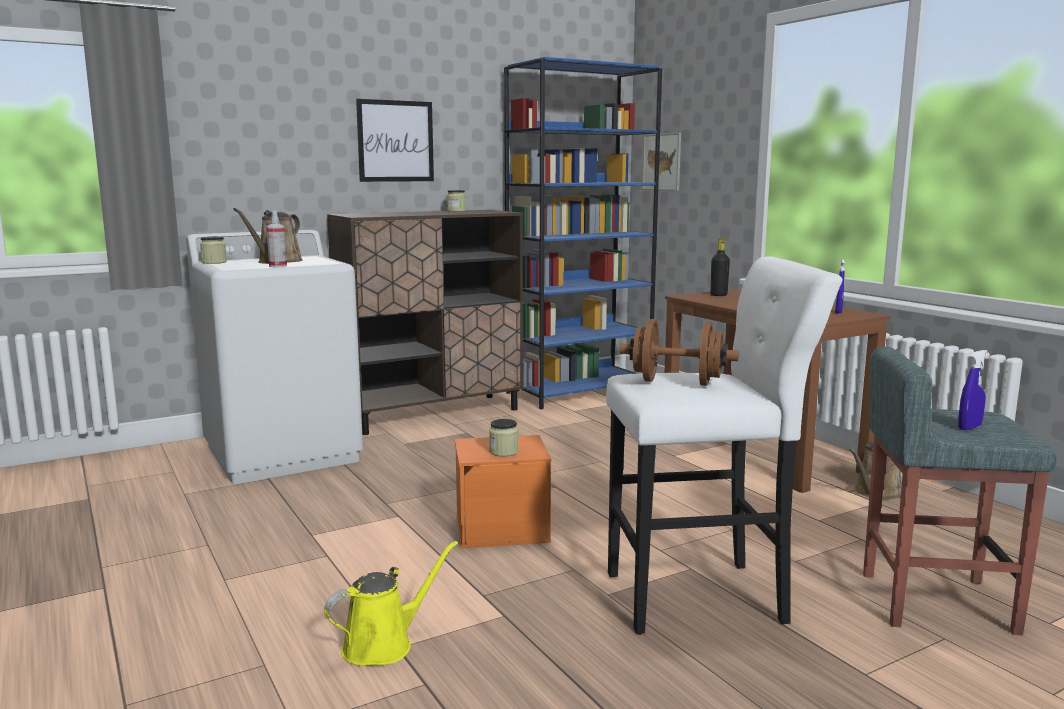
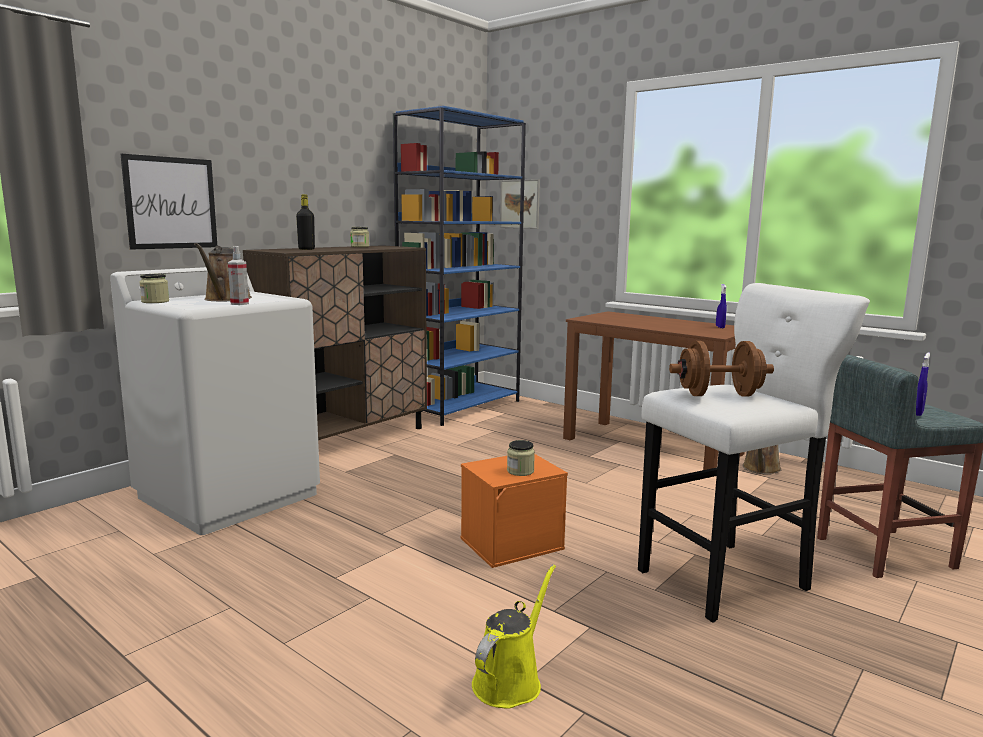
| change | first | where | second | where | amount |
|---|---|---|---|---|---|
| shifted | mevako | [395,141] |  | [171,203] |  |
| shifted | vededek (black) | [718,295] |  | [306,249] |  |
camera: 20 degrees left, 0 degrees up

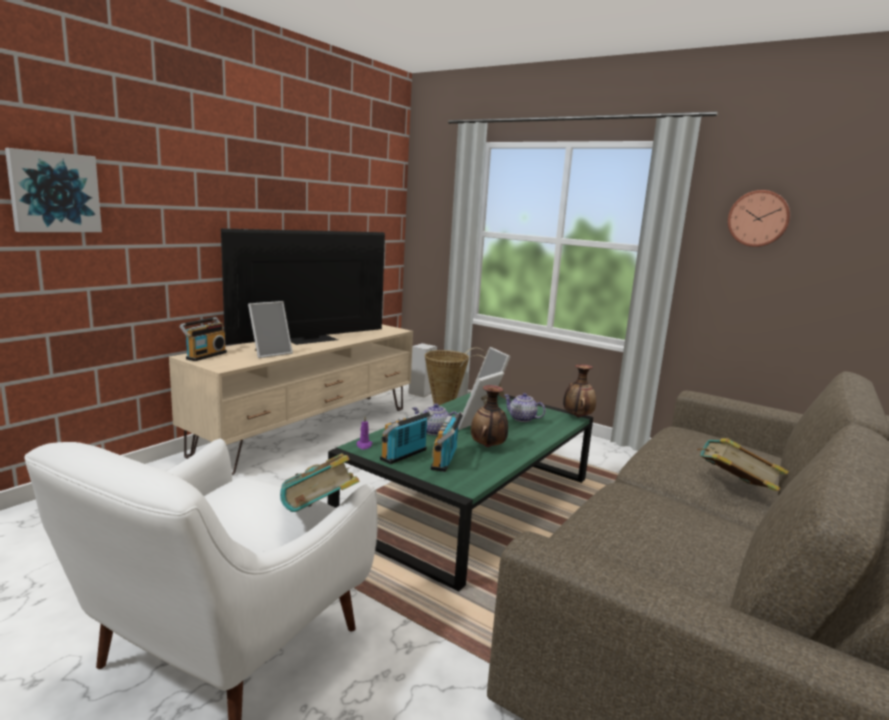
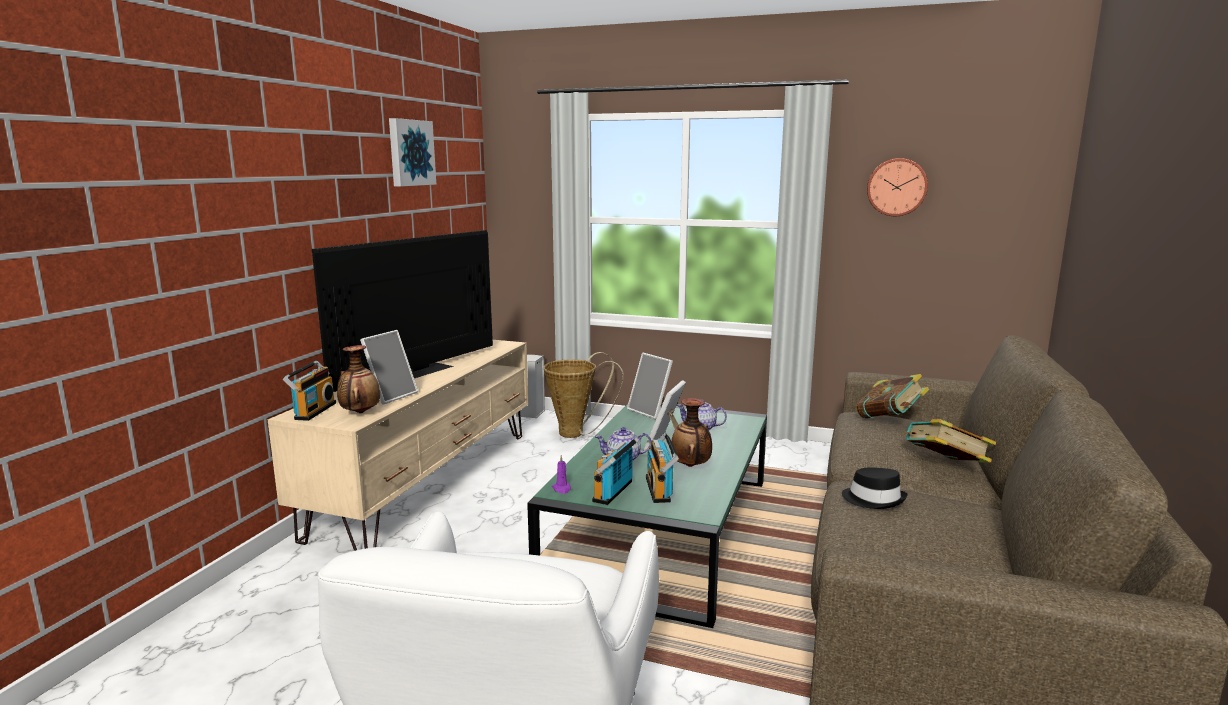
| change | first | where | second | where | amount |
|---|---|---|---|---|---|
| shifted | mevako | [54,192] |  | [410,153] |  |
| shifted | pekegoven | [577,416] |  | [360,412] |  |
| shifted | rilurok | [319,514] |  | [889,420] |  |
| new |  |  | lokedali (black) | [874,499] |  |
camera: 15 degrees left, 0 degrees up

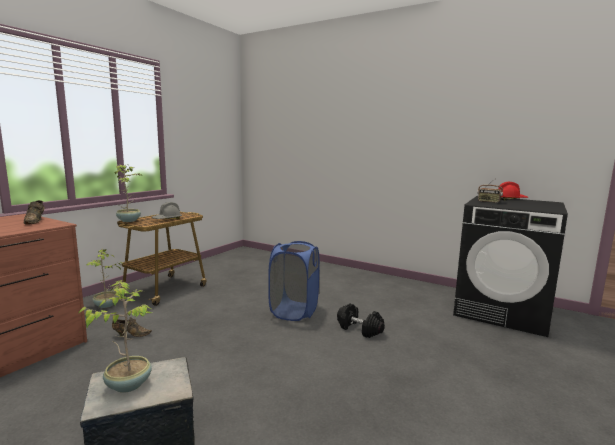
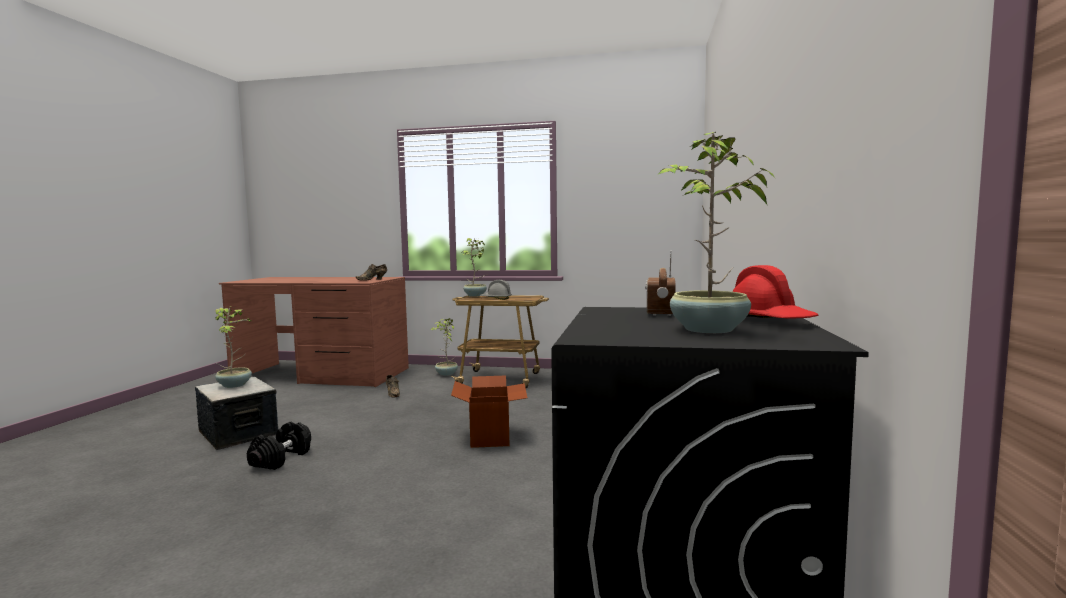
| change | first | where | second | where | amount |
|---|---|---|---|---|---|
| swapped | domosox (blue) | [294,311] | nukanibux | [491,437] |  |
| shifted | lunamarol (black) | [359,329] |  | [281,459] |  |
| new |  |  | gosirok | [708,330] |  |
camera: 70 degrees right, 5 degrees down

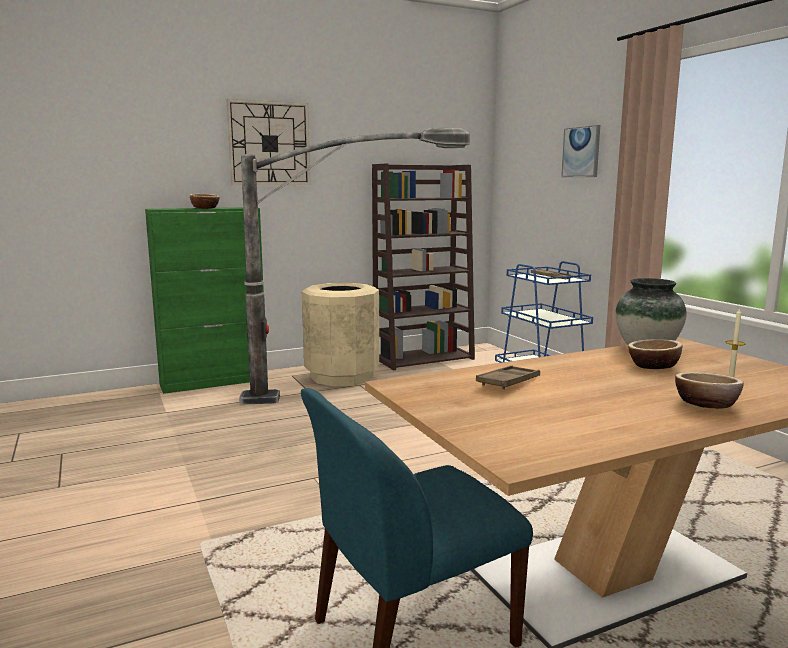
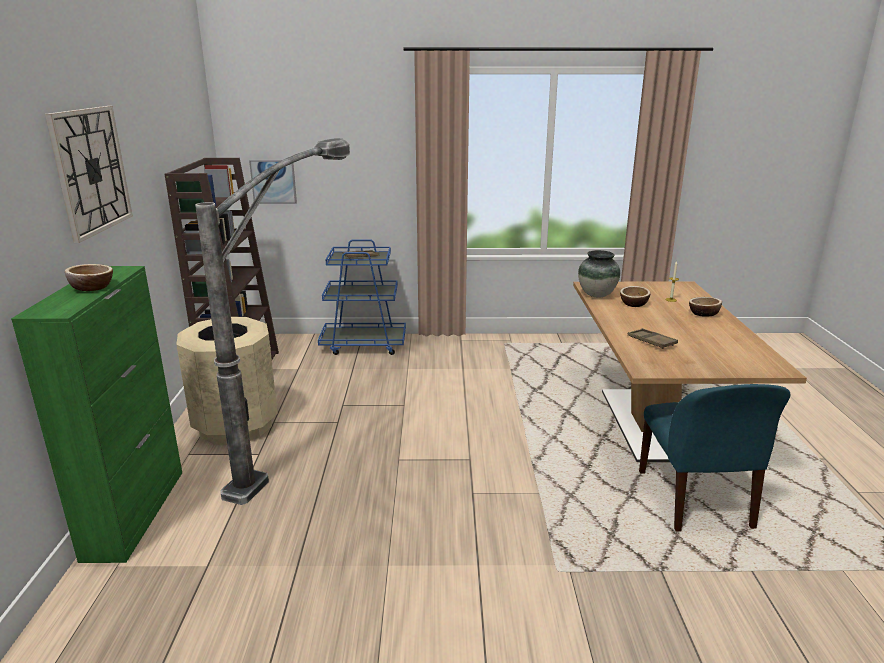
| change | first | where | second | where | amount |
|---|---|---|---|---|---|
| shifted | mevako | [581,152] |  | [273,181] |  |
camera: 65 degrees left, 10 degrees up

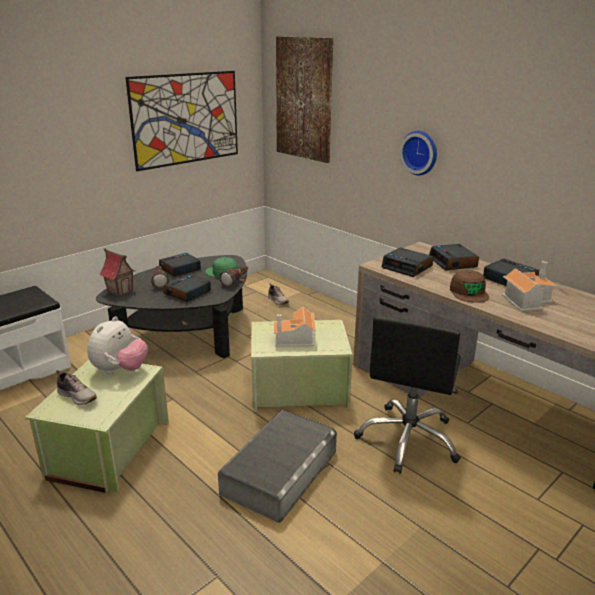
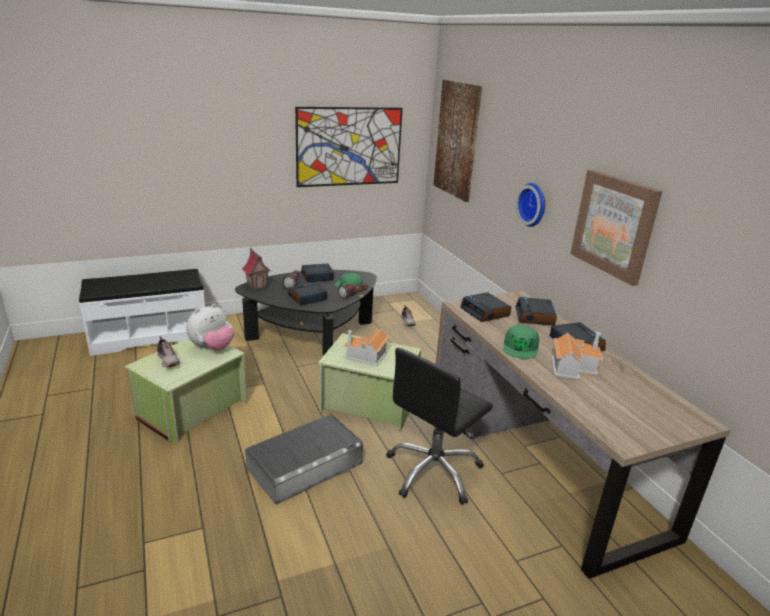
| change | first | where | second | where | amount |
|---|---|---|---|---|---|
| repainted | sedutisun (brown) | [469,292] | sedutisun (green) | [520,347] |  |
| new |  |  | mevako | [614,225] |  |
camera: 20 degrees right, 0 degrees up

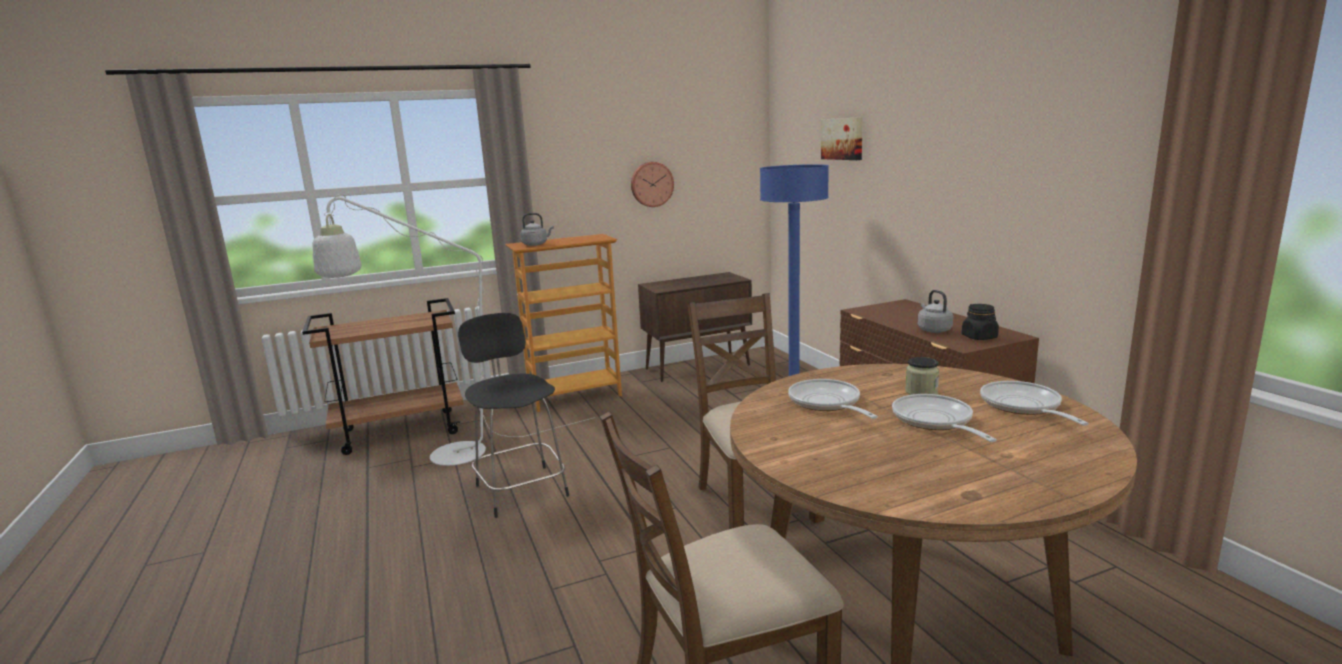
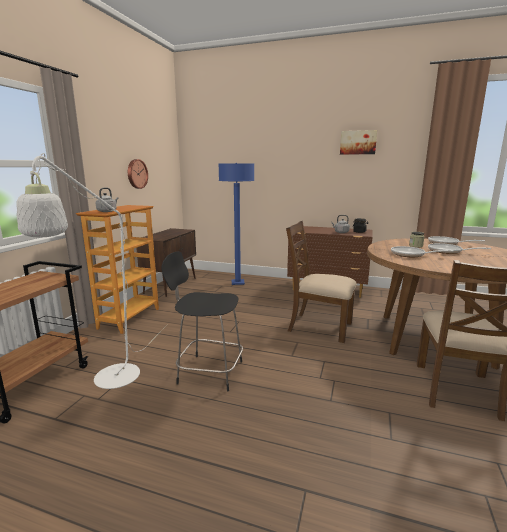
| change | first | where | second | where | amount |
|---|---|---|---|---|---|
| shifted | mevako | [843,138] |  | [358,142] |  |
camera: 50 degrees left, 0 degrees up

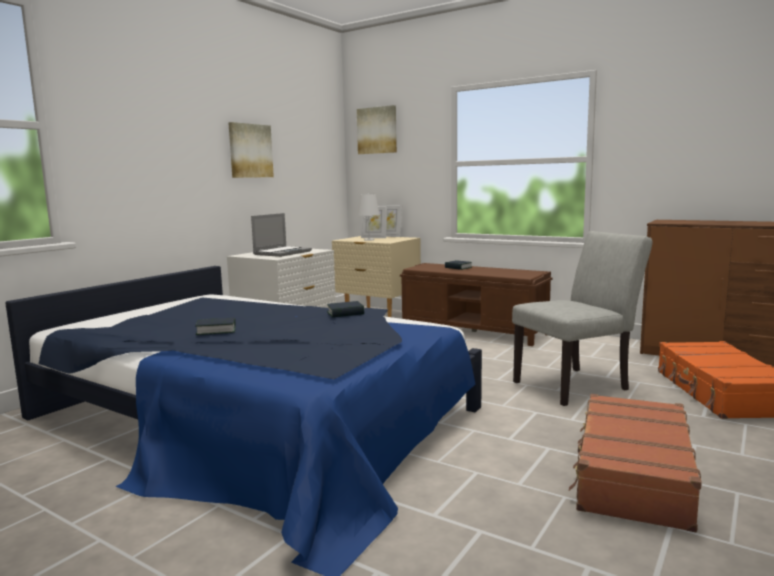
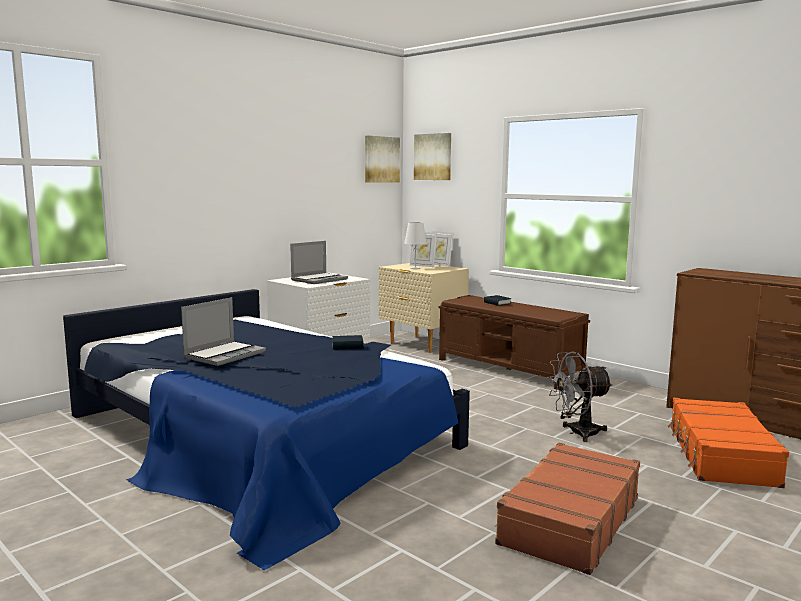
| change | first | where | second | where | amount |
|---|---|---|---|---|---|
| shifted | mevako | [250,151] |  | [381,159] |  |
| swapped | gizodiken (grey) | [577,384] | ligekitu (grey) | [577,433] |  |
| swapped | rilurok | [216,330] | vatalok | [225,355] |  |
camera: 10 degrees right, 0 degrees up

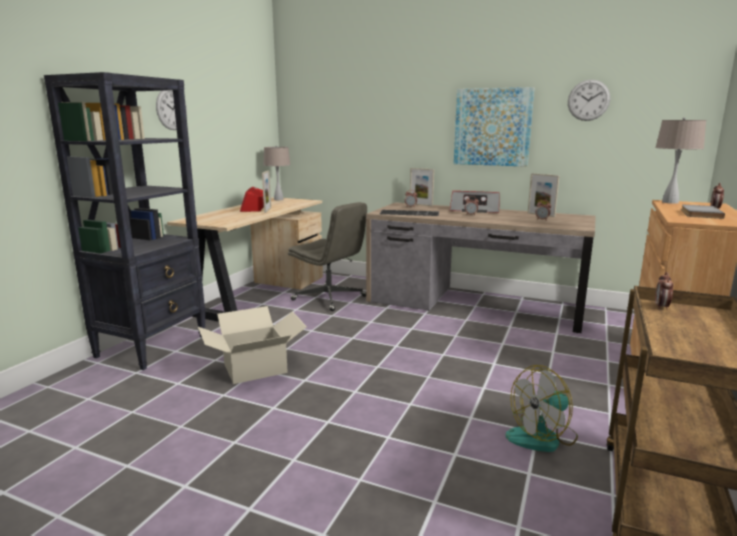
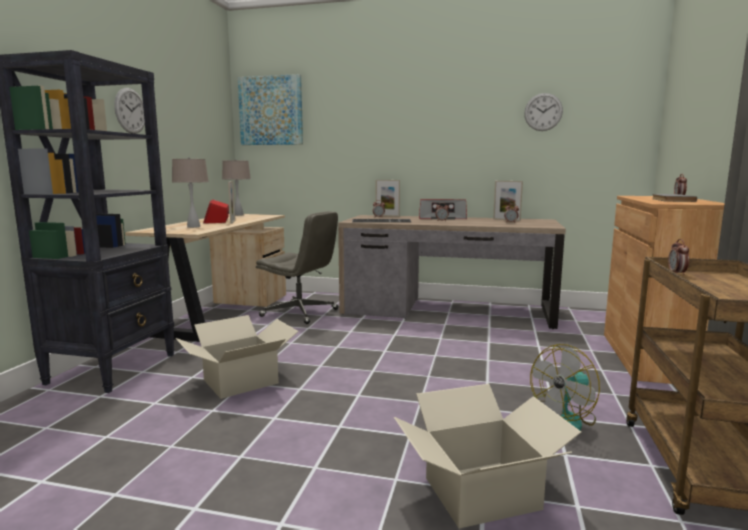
| change | first | where | second | where | amount |
|---|---|---|---|---|---|
| shifted | mevako | [492,127] |  | [271,111] |  |
| shifted | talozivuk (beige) | [670,202] |  | [193,226] |  |
| new |  |  | nukanibux | [481,492] |  |
camera: 10 degrees left, 5 degrees down

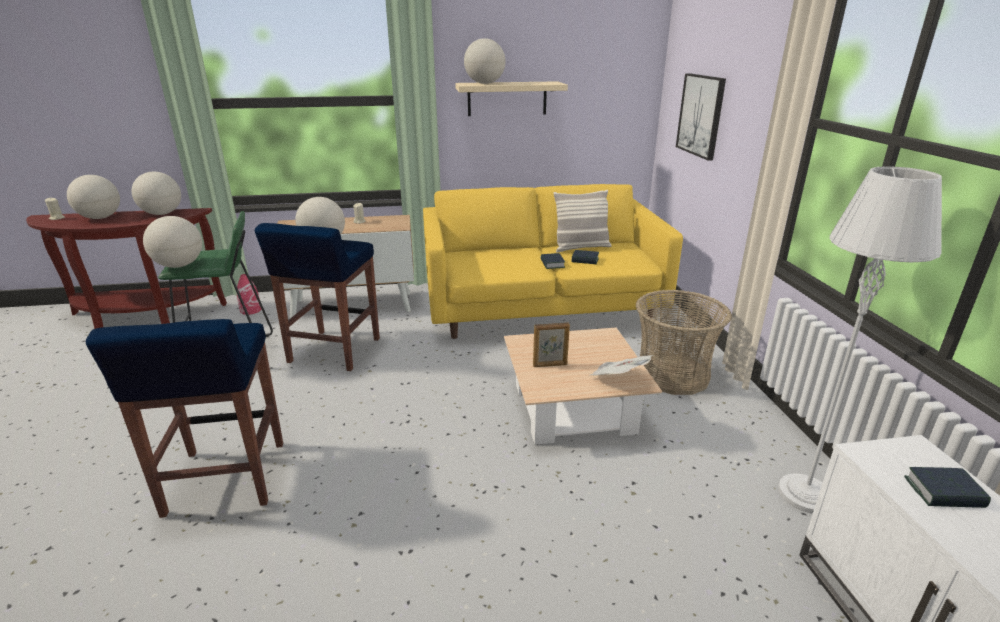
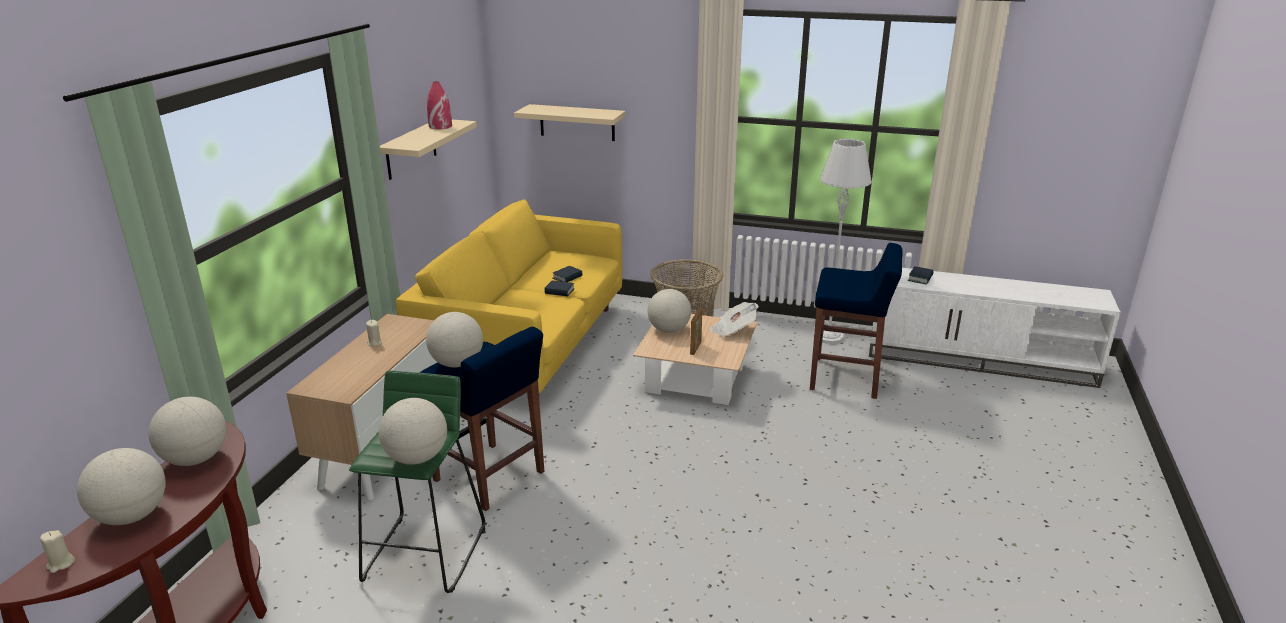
| change | first | where | second | where | amount |
|---|---|---|---|---|---|
| shifted | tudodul | [485,83] |  | [669,330] |  |
| swapped | mevako | [701,115] | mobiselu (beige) | [577,122] |  |
| gone | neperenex | [581,247] |  |  |  |
| shifted | pekegoven (red) | [251,310] |  | [440,126] |  |
| shifted | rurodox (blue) | [225,480] |  | [846,378] |  |
camera: 65 degrees left, 0 degrees up

